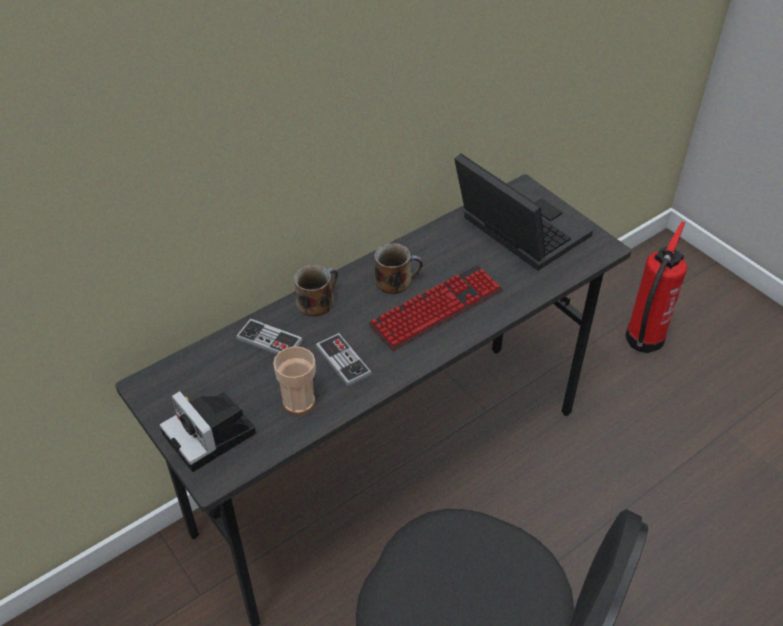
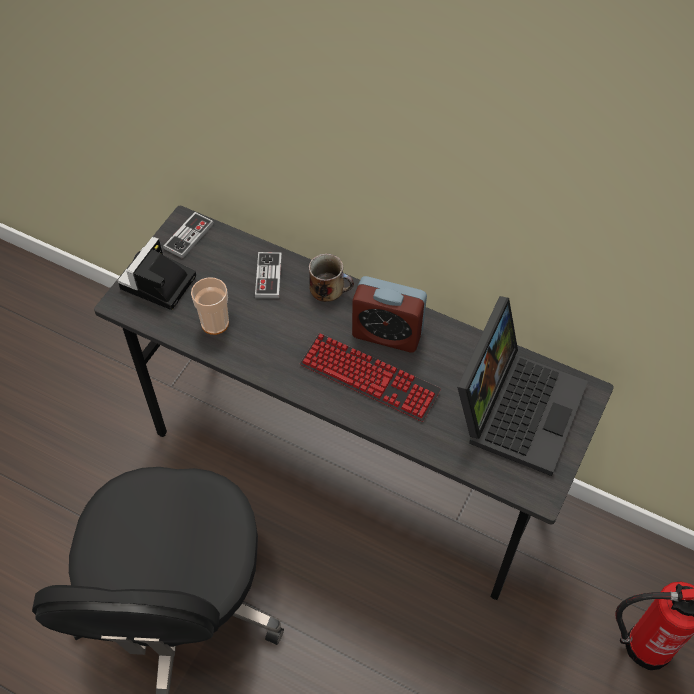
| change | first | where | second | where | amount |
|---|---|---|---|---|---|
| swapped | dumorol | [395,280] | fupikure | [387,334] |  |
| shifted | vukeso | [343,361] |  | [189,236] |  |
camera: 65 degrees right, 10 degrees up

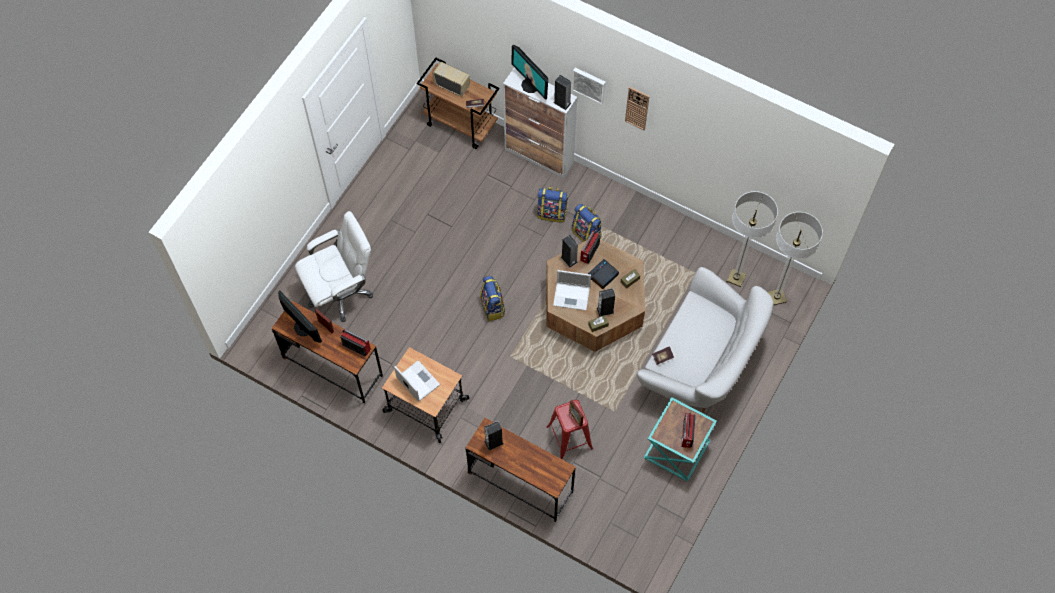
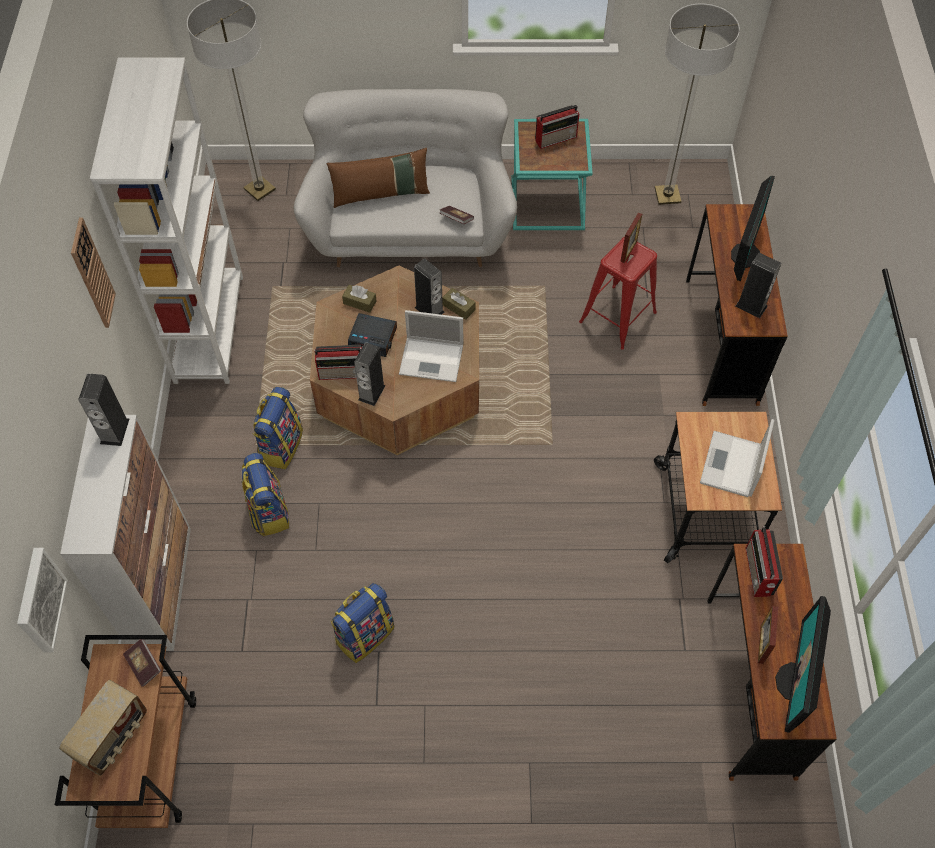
| change | first | where | second | where | amount |
|---|---|---|---|---|---|
| shifted | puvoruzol | [530,85] |  | [744,255] |  |
| rotated | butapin | [452,86] |  | [113,736] | 150 degrees counterclockwise |
| shifted | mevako | [589,84] |  | [38,600] |  |
| shifted | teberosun | [736,278] |  | [667,195] |  |
| gone | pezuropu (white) | [340,292] |  |  |  |
| rotated | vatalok | [572,296] |  | [432,359] | 120 degrees clockwise |
| shifted | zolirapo | [493,307] |  | [364,634] |  |
| new |  |  | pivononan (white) | [209,328] |  |
| new |  |  | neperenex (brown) | [381,194] |  |
camera: 120 degrees left, 5 degrees down

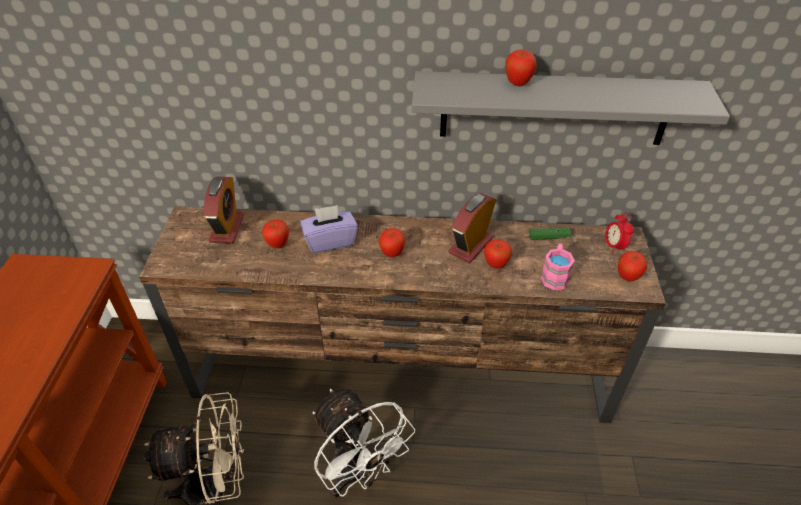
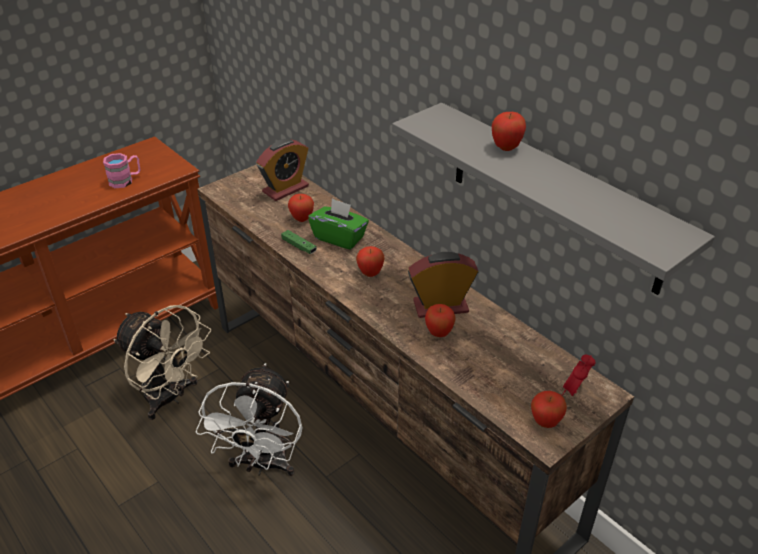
| change | first | where | second | where | amount |
|---|---|---|---|---|---|
| repainted | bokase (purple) | [330,241] | bokase (green) | [339,237] |  |
| shifted | vukeso (green) | [549,237] |  | [299,246] |  |
| shifted | dumorol (pink) | [554,275] |  | [126,180] |  |
camera: 45 degrees right, 5 degrees down

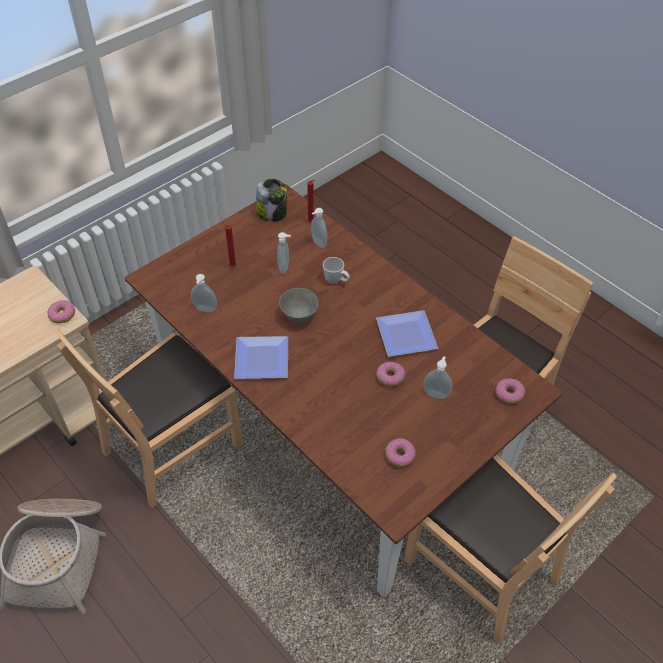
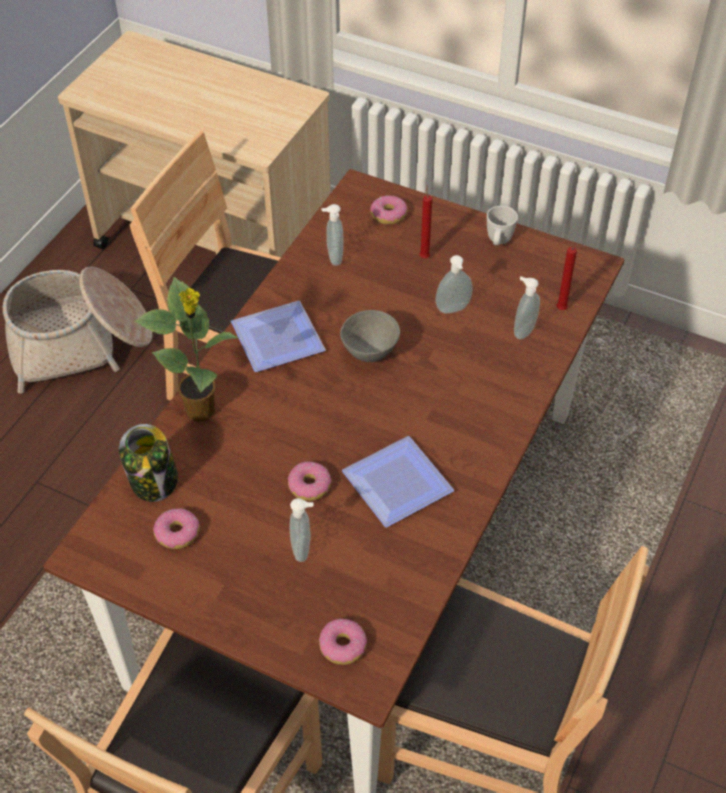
| change | first | where | second | where | amount |
|---|---|---|---|---|---|
| shifted | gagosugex | [272,213] |  | [154,481] |  |
| shifted | dumorol (white) | [336,281] |  | [498,242] |  |
| shifted | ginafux | [62,315] |  | [389,215] |  |
| new |  |  | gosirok | [202,412] |  |
camera: 70 degrees right, 0 degrees up

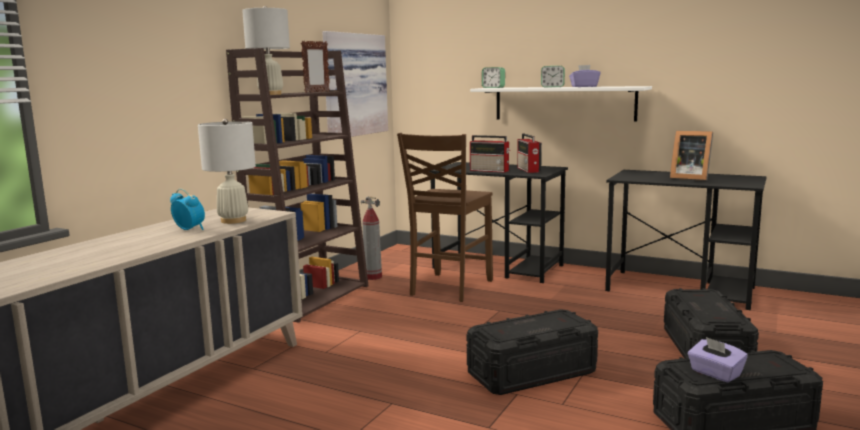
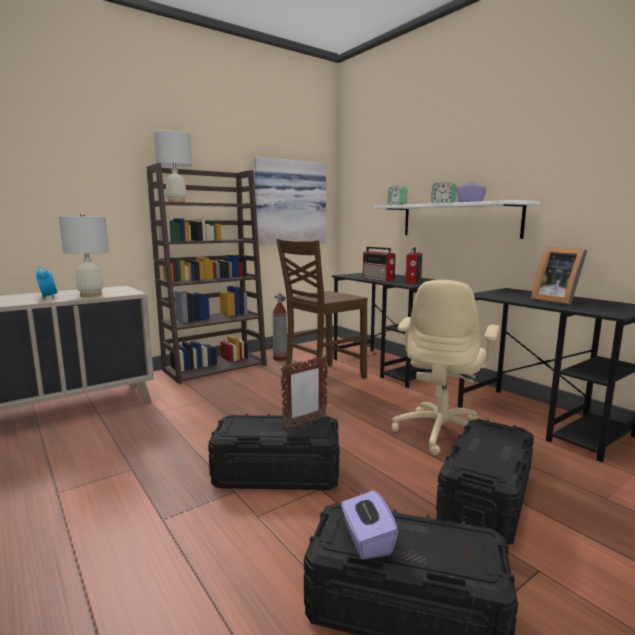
| change | first | where | second | where | amount |
|---|---|---|---|---|---|
| shifted | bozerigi | [317,92] |  | [305,423] |  |
| new |  |  | pezuropu (beige) | [441,432] |  |
camera: 25 degrees right, 0 degrees up

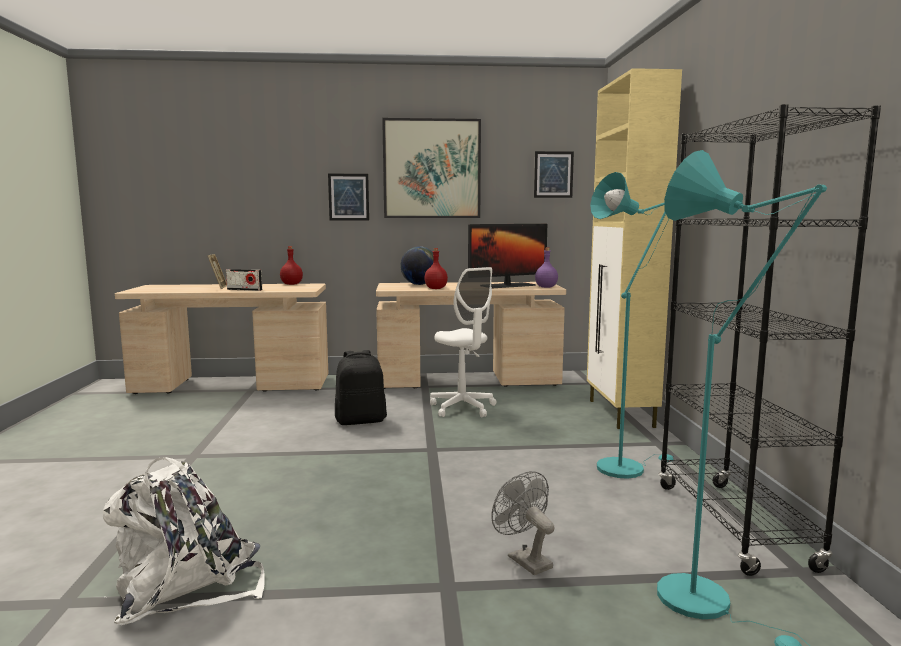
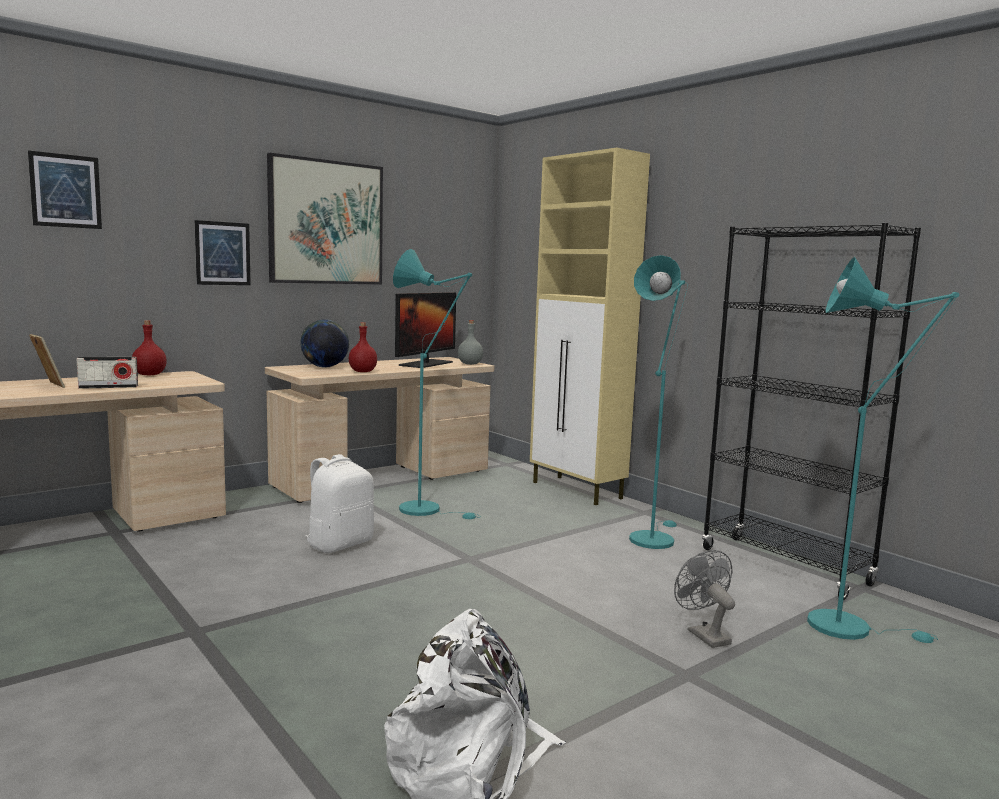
| change | first | where | second | where | amount |
|---|---|---|---|---|---|
| shifted | mevako | [553,174] |  | [65,191] |  |
| repainted | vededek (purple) | [546,287] | vededek (grey) | [470,364] |  |
| swapped | pezuropu (white) | [462,408] | teberosun (turquoise) | [427,510] |  |
| repainted | zolirapo (black) | [361,421] | zolirapo (white) | [340,544] |  |
| rotated | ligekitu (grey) | [524,559] |  | [703,634] | 45 degrees clockwise |
camera: 35 degrees left, 0 degrees up

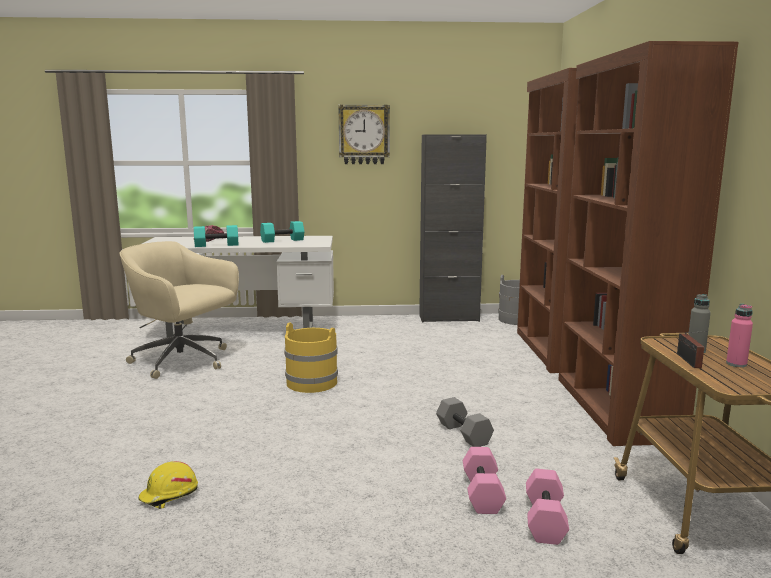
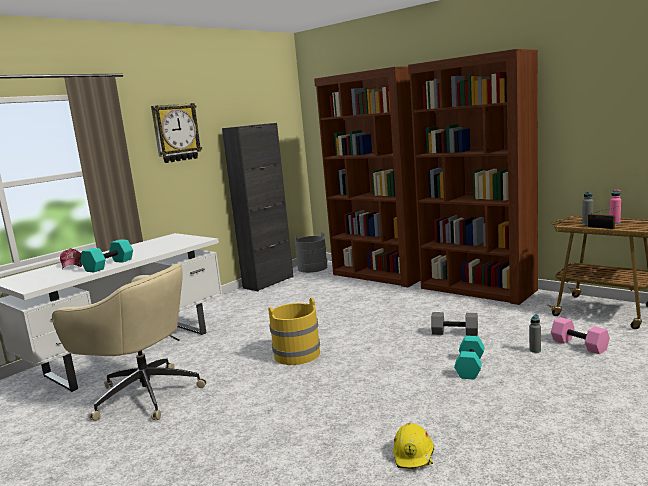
| change | first | where | second | where | amount |
|---|---|---|---|---|---|
| shifted | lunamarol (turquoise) | [282,240] |  | [469,367] |  |
| rotated | pezuropu (beige) | [183,361] |  | [144,394] | 135 degrees counterclockwise |
| swapped | lunamarol (pink) | [483,493] | vededek (grey) | [535,350] |  |
camera: 45 degrees left, 0 degrees up

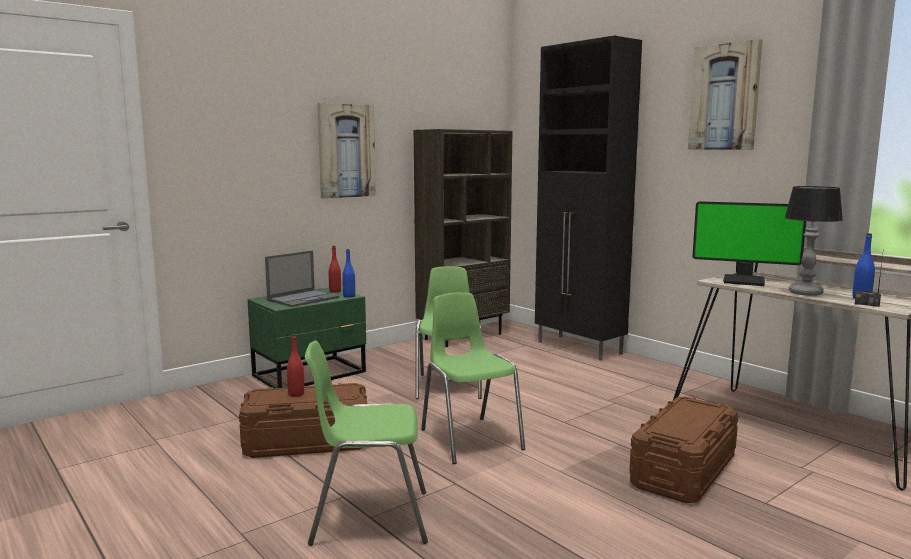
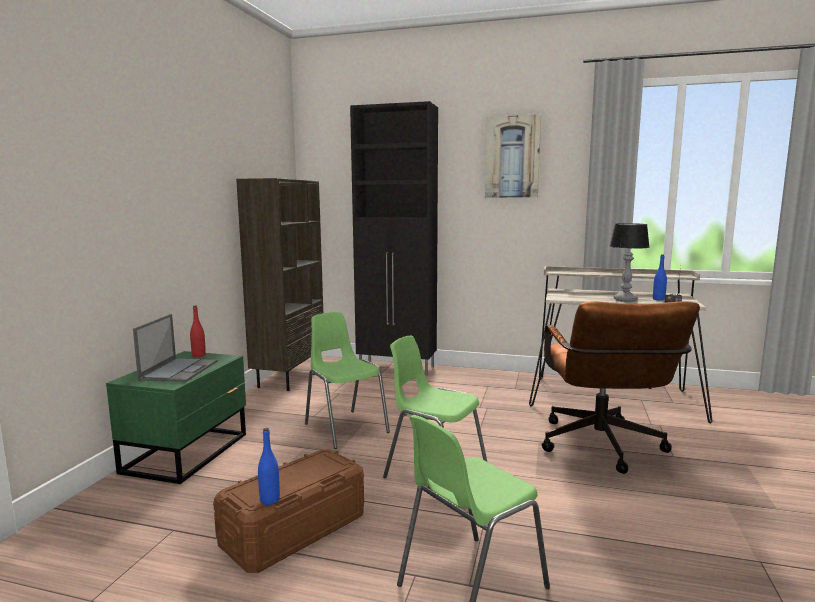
| change | first | where | second | where | amount |
|---|---|---|---|---|---|
| gone | mevako | [346,151] |  |  |  |
| gone | puvoruzol | [744,281] |  |  |  |
| shifted | vededek (blue) | [349,296] |  | [270,500] |  |
| gone | vededek (red) | [296,394] |  |  |  |
| swapped | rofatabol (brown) | [683,471] | pezuropu (brown) | [603,449] |  |
camera: 35 degrees left, 0 degrees up

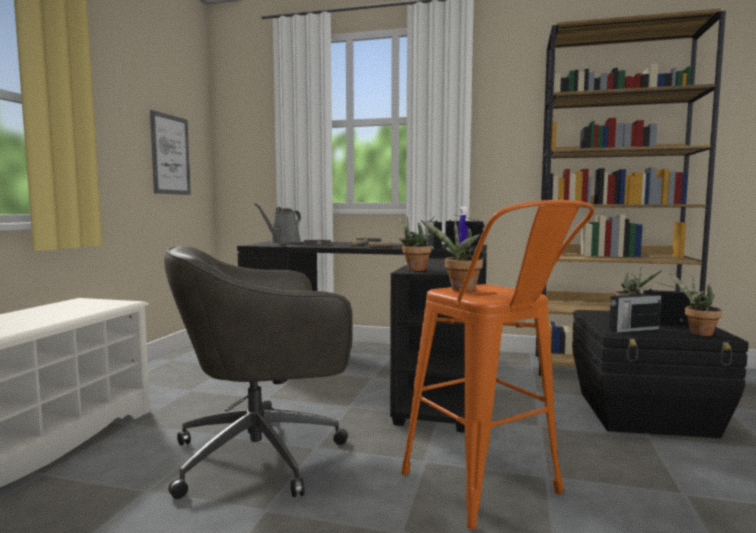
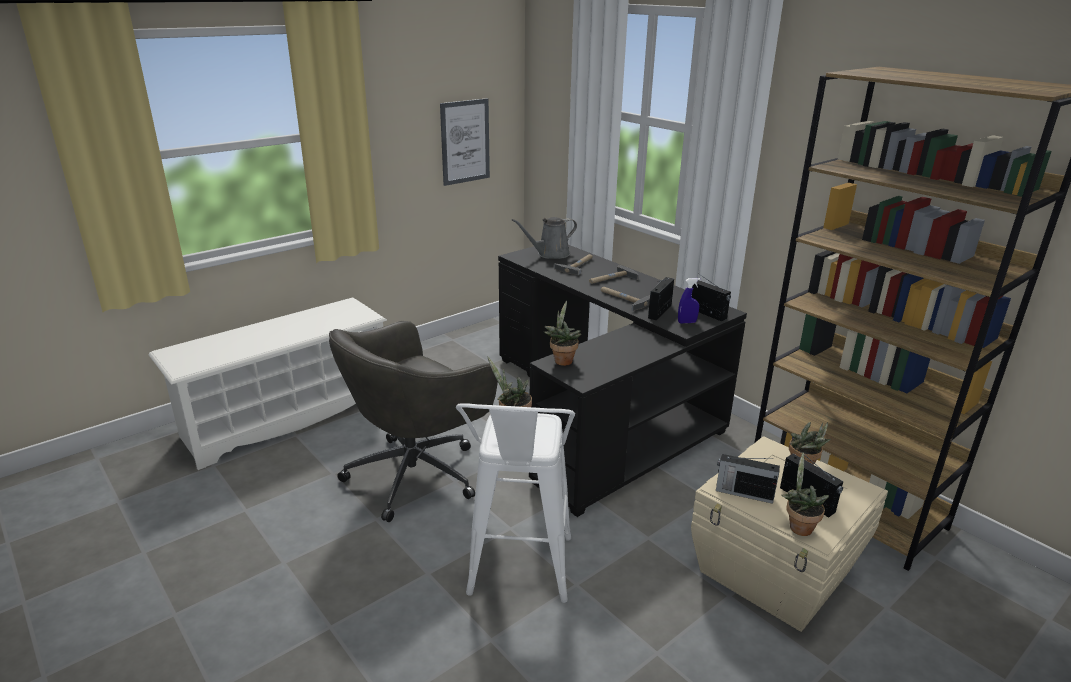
| change | first | where | second | where | amount |
|---|---|---|---|---|---|
| repainted | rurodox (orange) | [490,491] | rurodox (white) | [519,575] |  |
| rotated | pezuropu (grey) | [263,455] |  | [417,473] | 60 degrees counterclockwise |
| repainted | rofatabol (black) | [645,414] | rofatabol (beige) | [775,572] |  |
camera: 35 degrees right, 20 degrees up

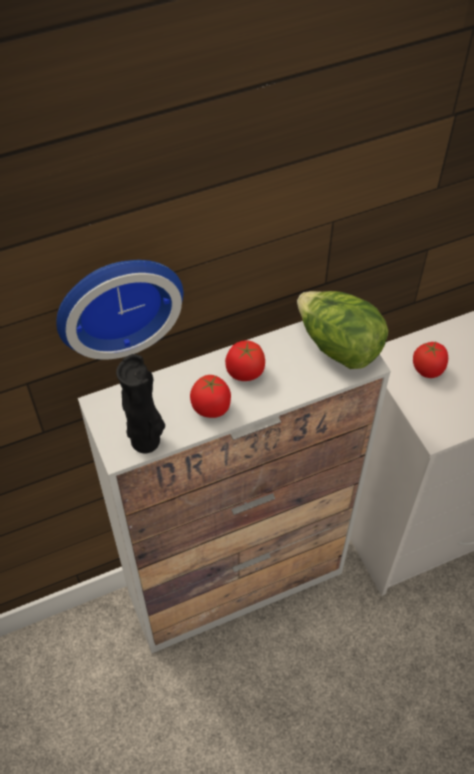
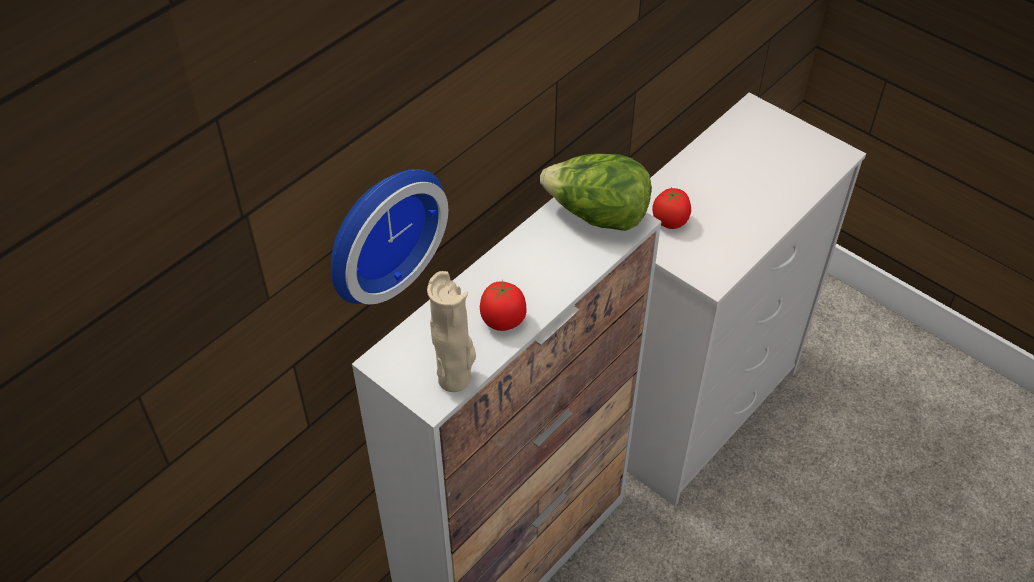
| change | first | where | second | where | amount |
|---|---|---|---|---|---|
| gone | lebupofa | [245,372] |  |  |  |
| repainted | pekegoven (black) | [147,441] | pekegoven (beige) | [456,378] |  |
camera: 25 degrees left, 5 degrees down

